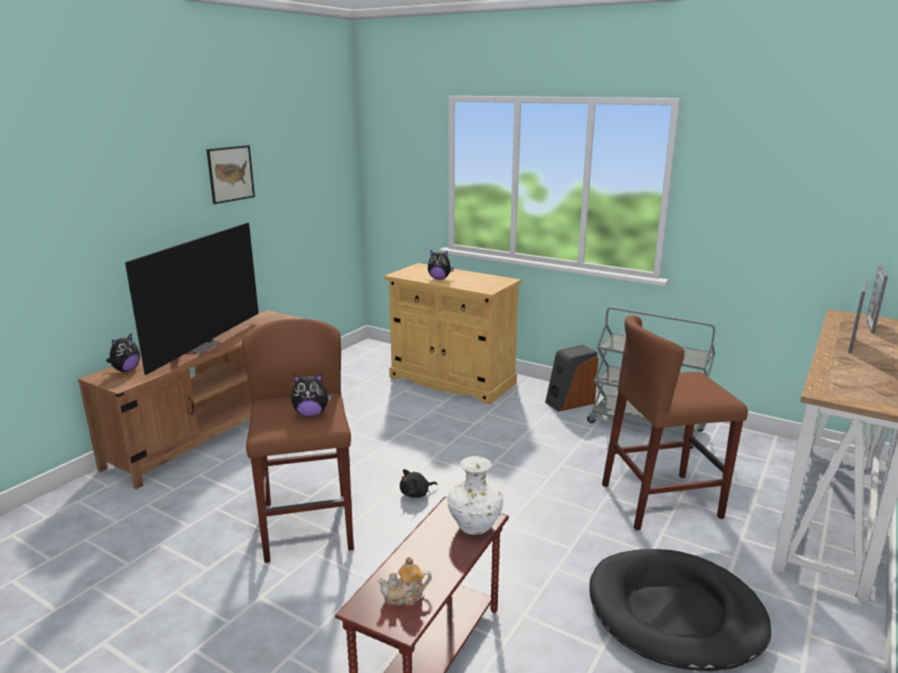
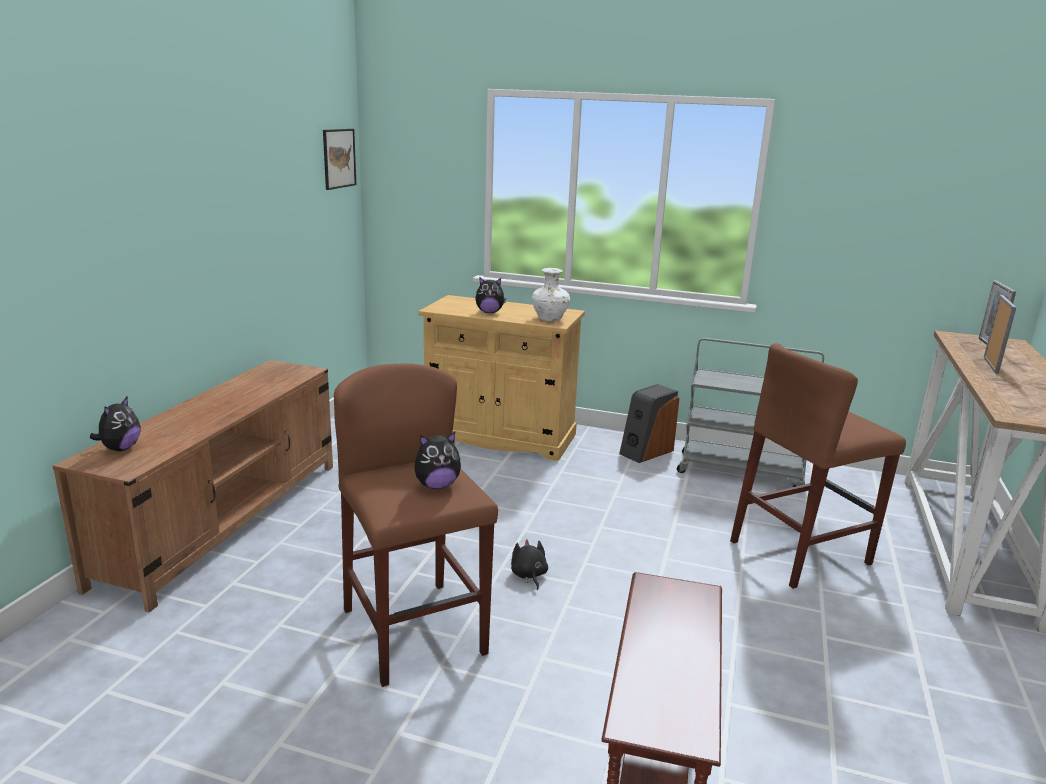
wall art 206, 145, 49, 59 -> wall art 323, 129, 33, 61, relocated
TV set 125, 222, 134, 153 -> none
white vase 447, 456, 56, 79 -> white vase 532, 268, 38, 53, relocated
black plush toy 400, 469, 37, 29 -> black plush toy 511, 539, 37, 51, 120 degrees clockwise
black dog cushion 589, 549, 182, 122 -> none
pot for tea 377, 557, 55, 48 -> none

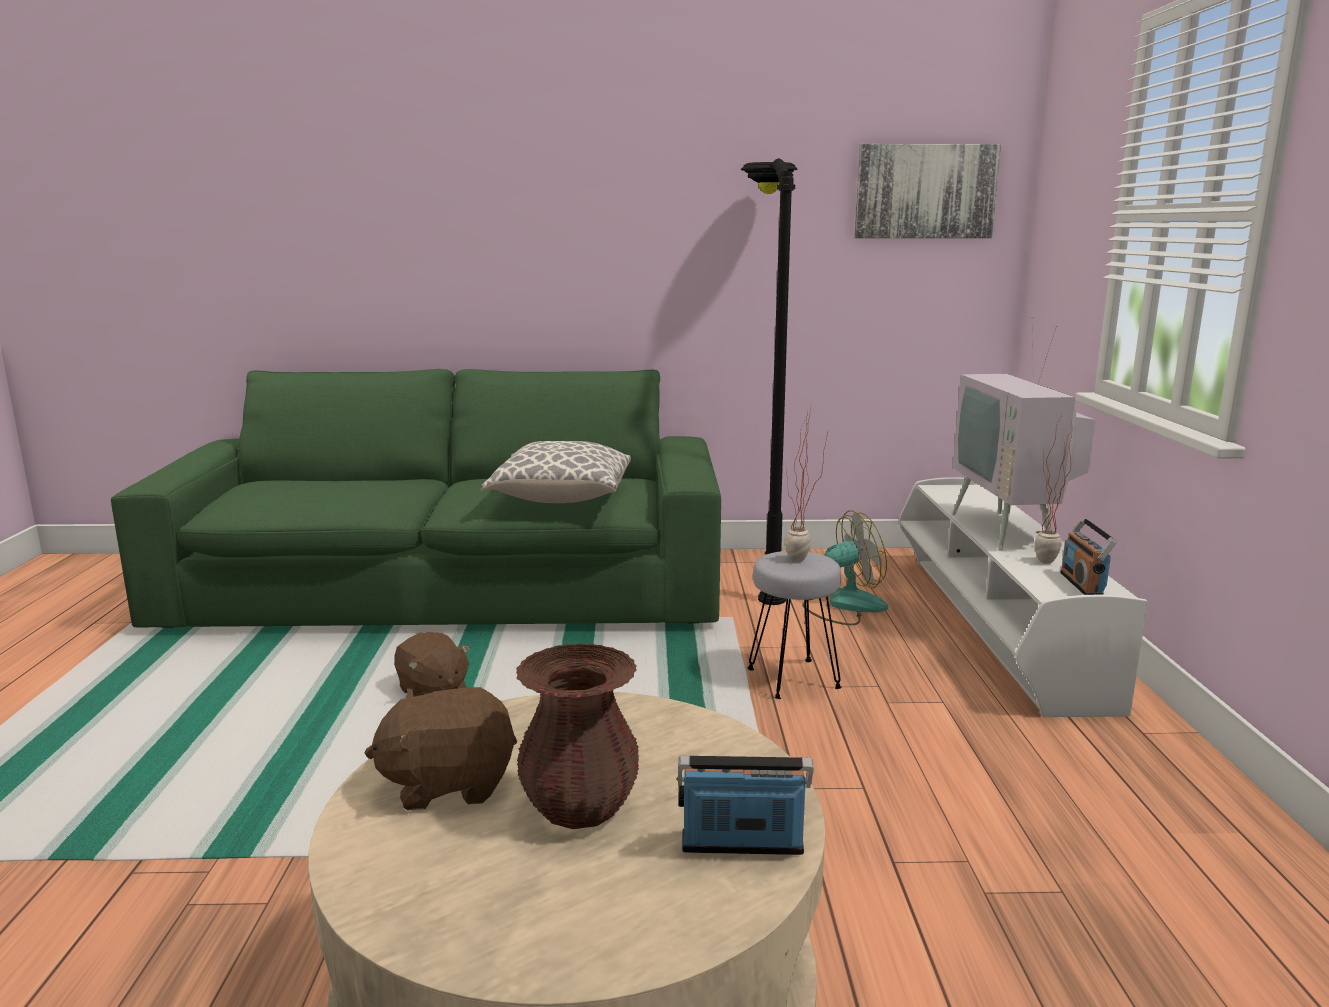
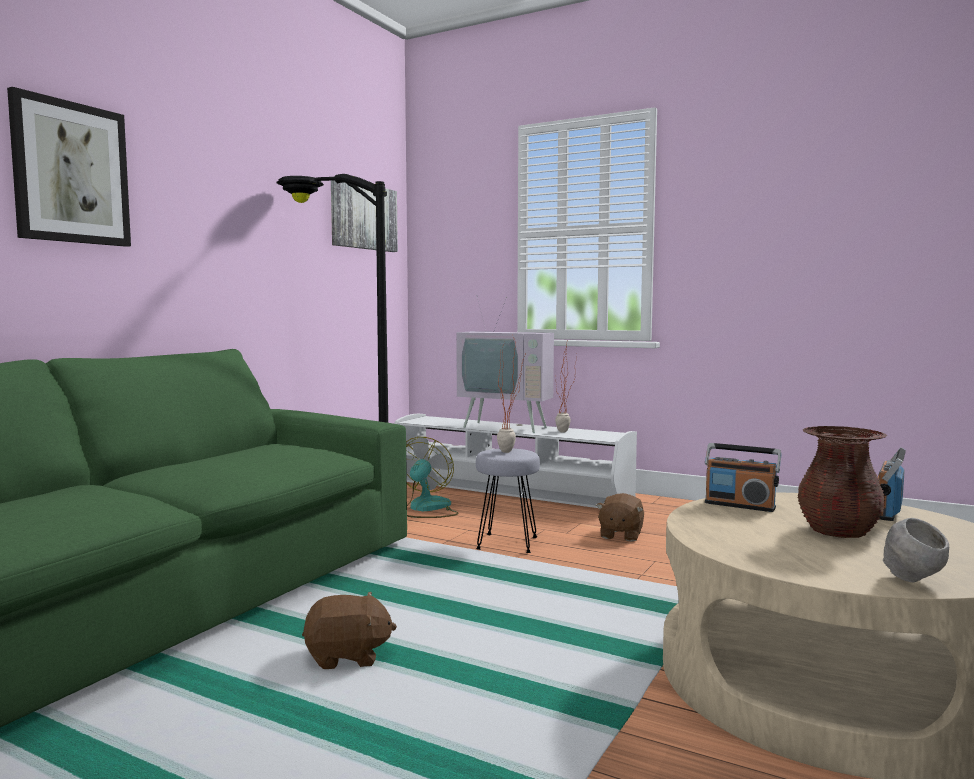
pillow 481, 441, 150, 62 -> none
radio receiver 1060, 517, 57, 78 -> radio receiver 705, 443, 77, 69, relocated
brown plush toy 365, 687, 152, 124 -> brown plush toy 596, 493, 48, 49, relocated
none -> wall art 7, 87, 124, 160
none -> grey serving bowl 883, 518, 66, 64

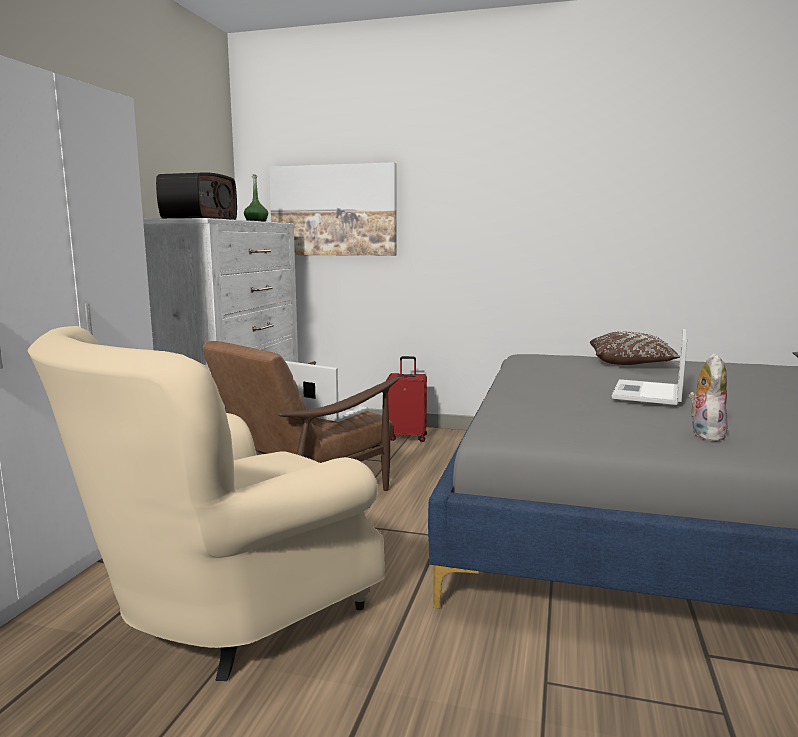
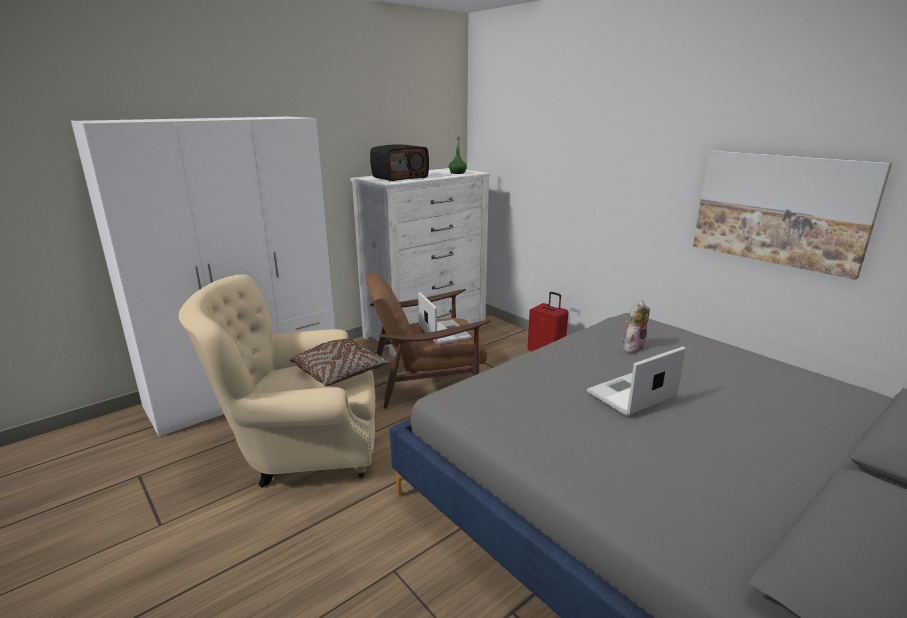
wall art 269, 162, 128, 94 -> wall art 693, 150, 199, 130, relocated
brown pillow 590, 331, 90, 34 -> brown pillow 290, 338, 100, 48, relocated
plush toy 688, 353, 40, 88 -> plush toy 623, 301, 27, 52, relocated

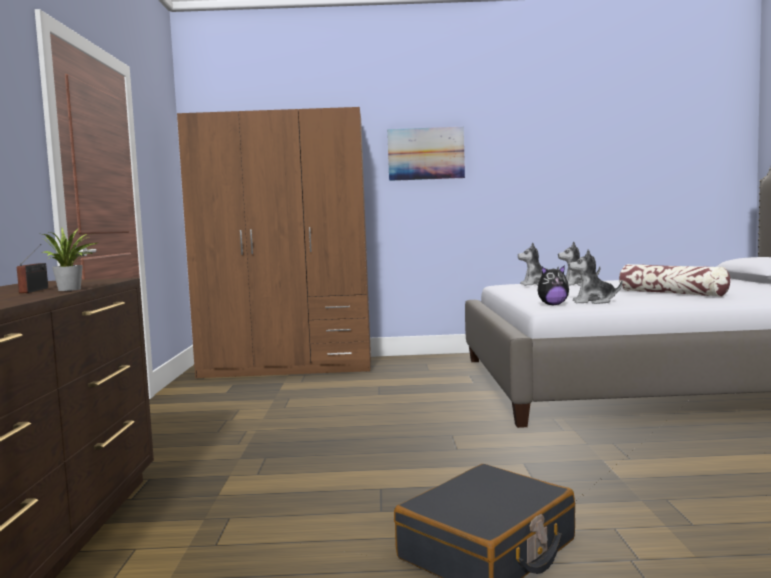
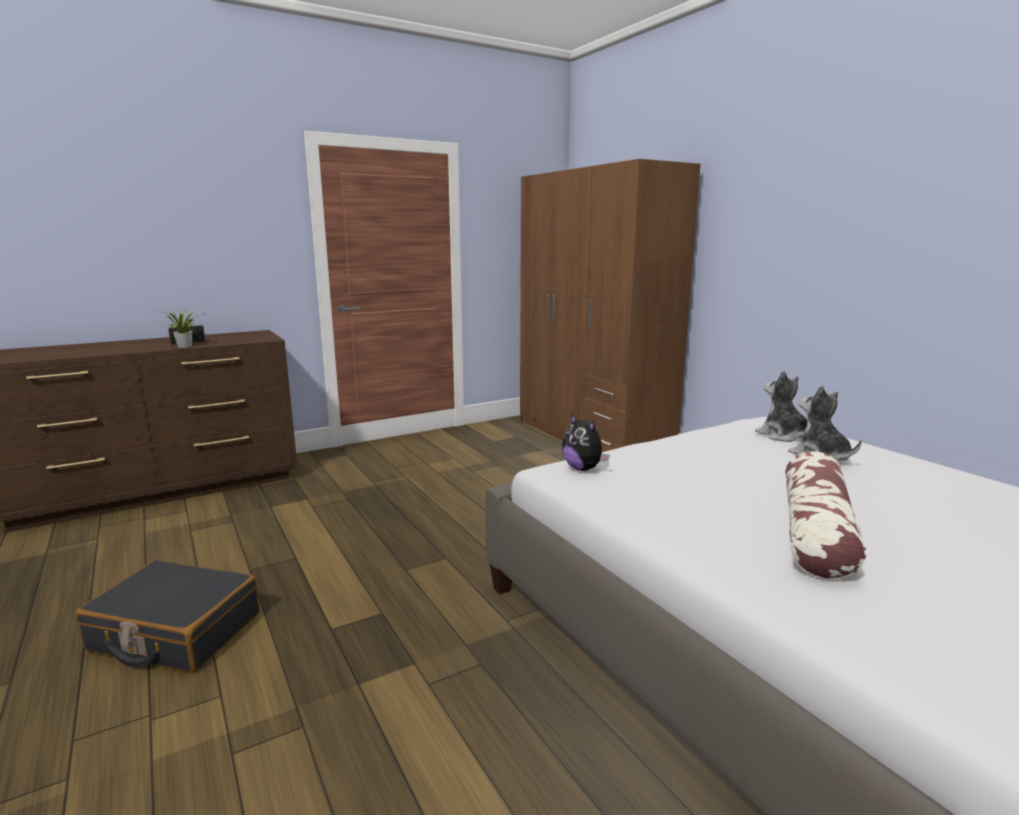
wall art 387, 127, 78, 54 -> none
plush toy 569, 249, 54, 55 -> none

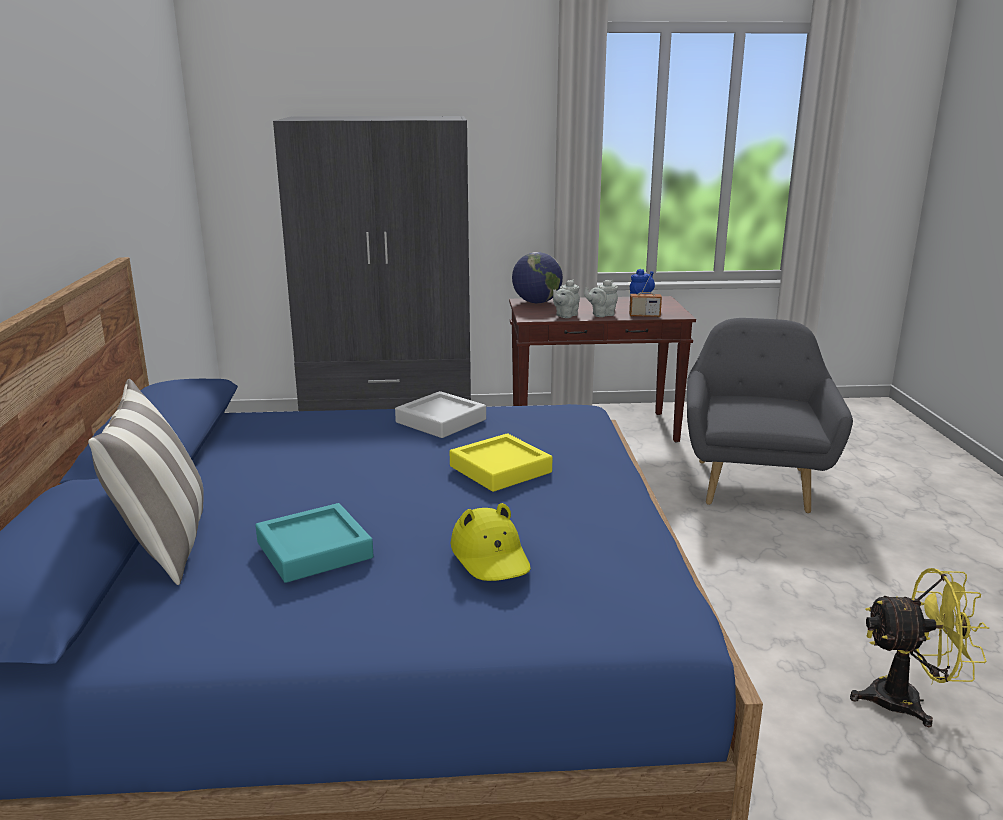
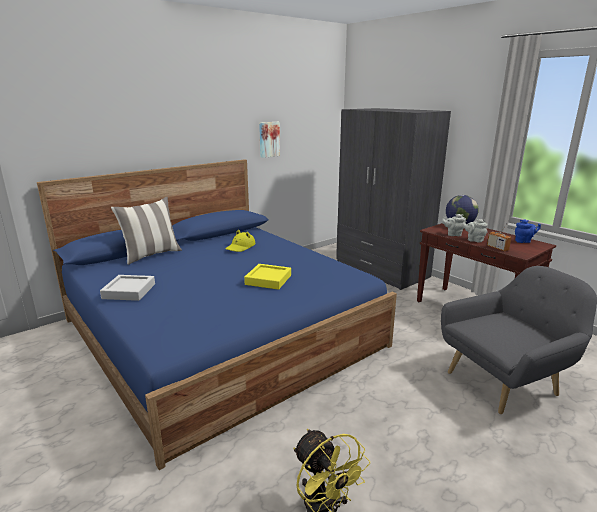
grey tray 395, 391, 91, 47 -> grey tray 100, 275, 55, 26, relocated
turquoise tray 255, 503, 118, 80 -> none
yellow hat 451, 503, 80, 78 -> yellow hat 225, 230, 30, 22, relocated
none -> wall art 259, 122, 21, 36

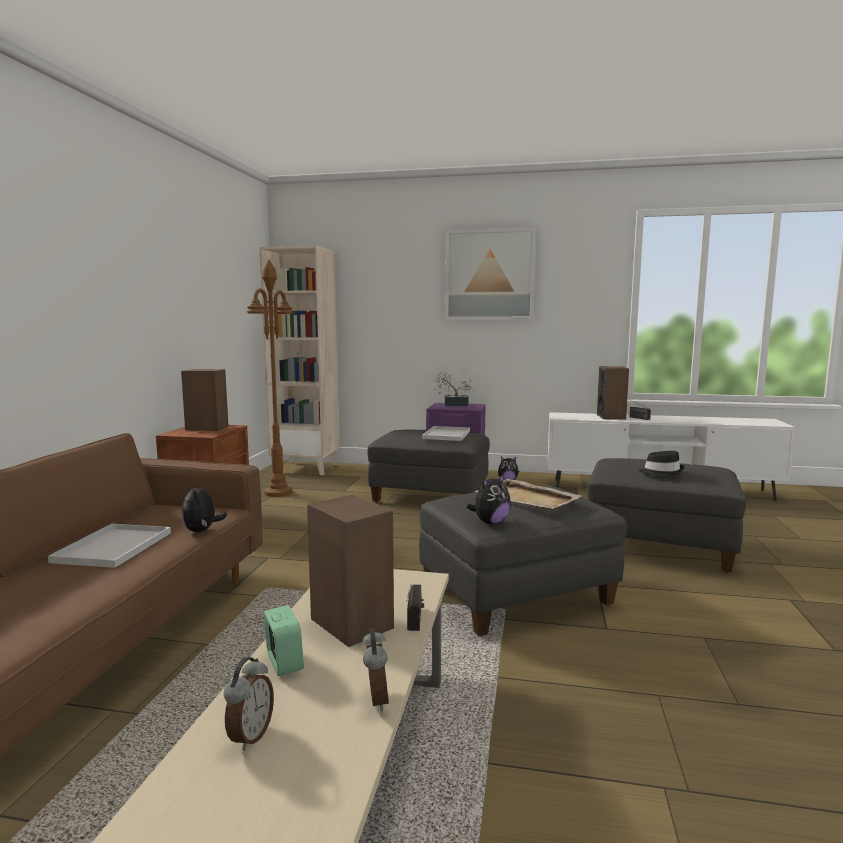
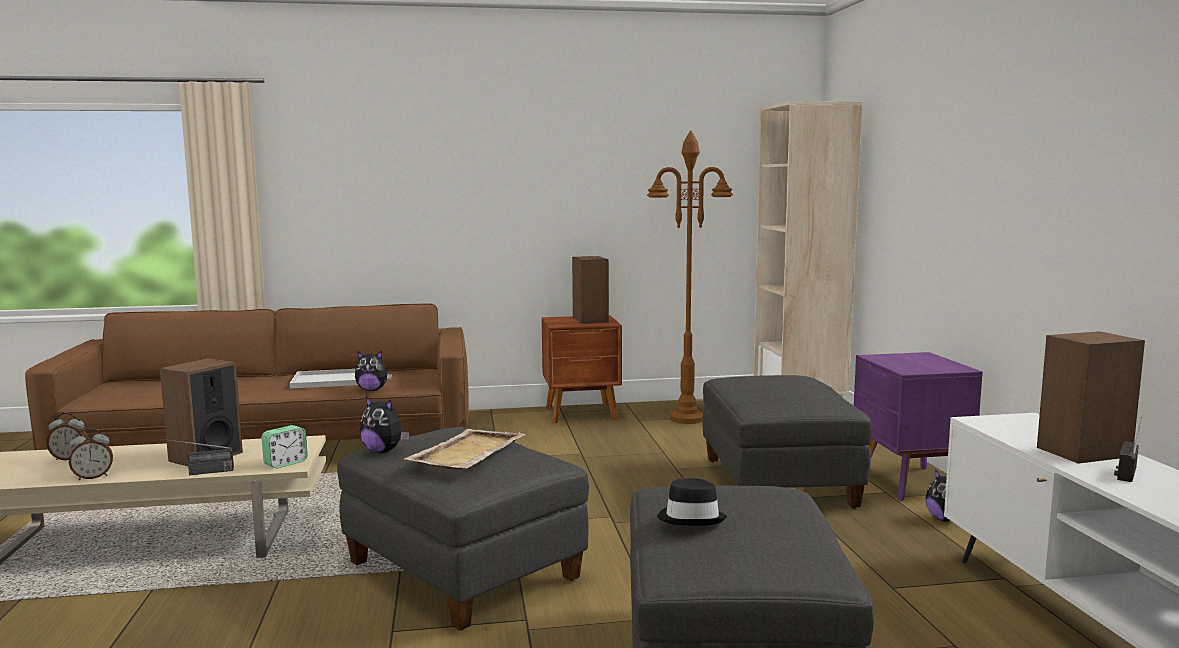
wall art 445, 227, 91, 93 -> none
potted plant 434, 371, 41, 35 -> none
white tray 422, 426, 48, 15 -> none
plush toy 182, 482, 45, 50 -> plush toy 355, 351, 37, 40, 150 degrees counterclockwise
bedside clock 264, 605, 40, 71 -> bedside clock 261, 425, 47, 43, relocated

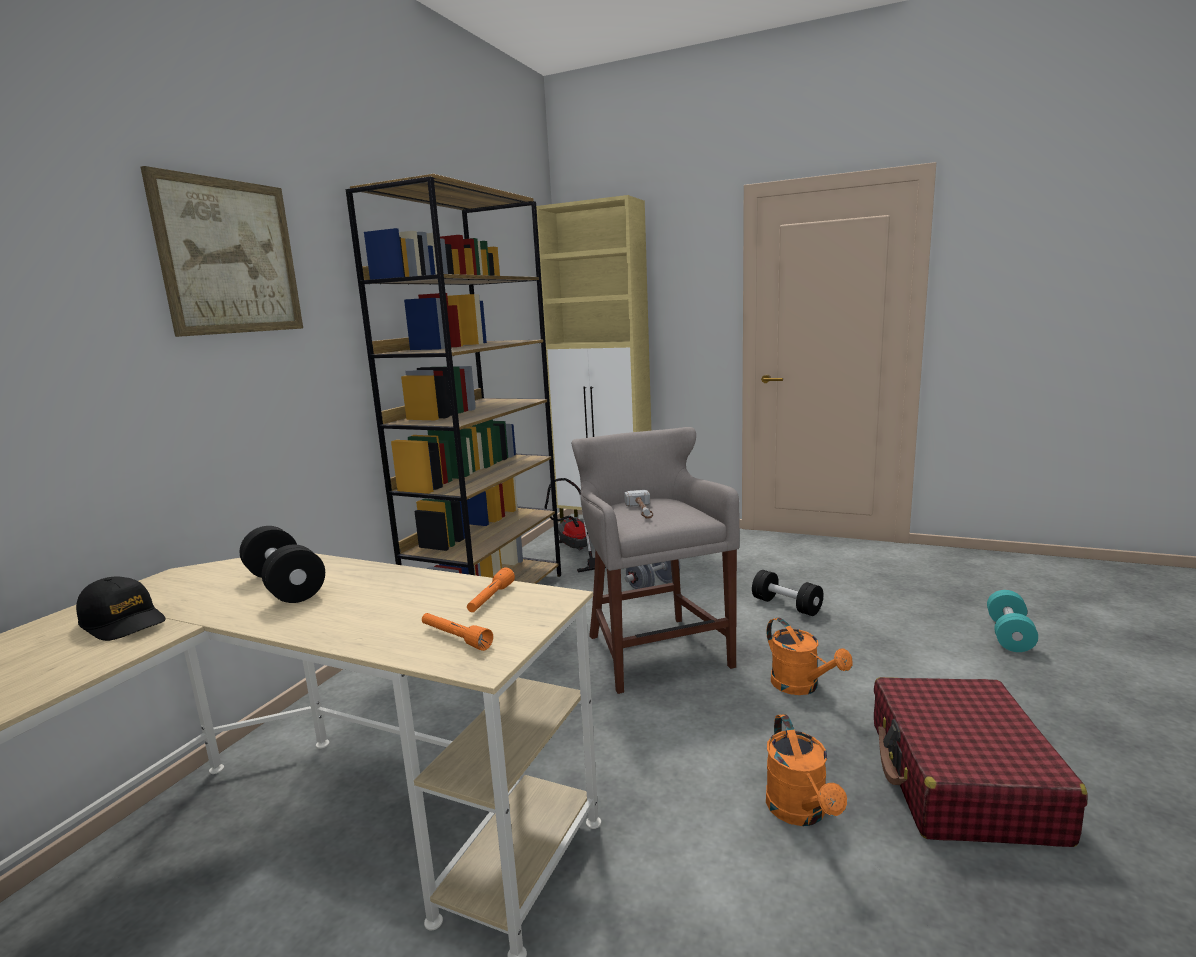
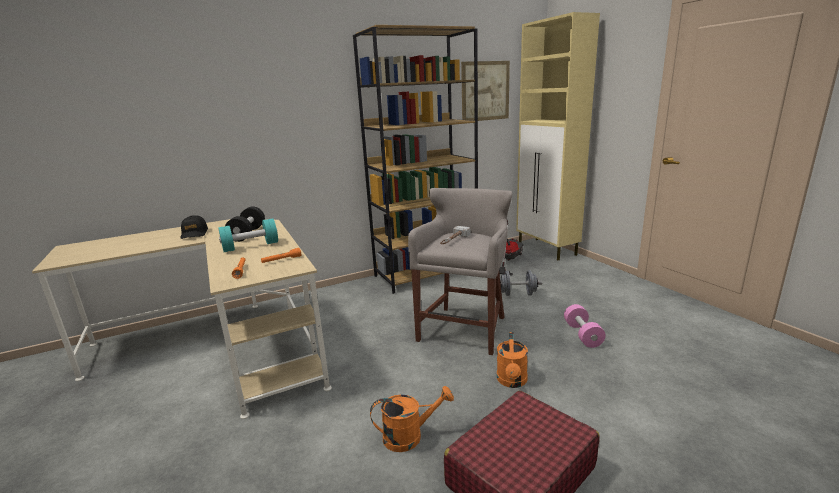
wall art 141, 166, 162, 171 -> wall art 461, 61, 49, 60, relocated
black free weight 752, 570, 71, 46 -> pink free weight 564, 304, 42, 44
turquoise free weight 987, 590, 51, 62 -> turquoise free weight 218, 219, 60, 33, relocated
orange-coloured watering can 766, 714, 81, 112 -> orange-coloured watering can 370, 386, 84, 66, 135 degrees counterclockwise

